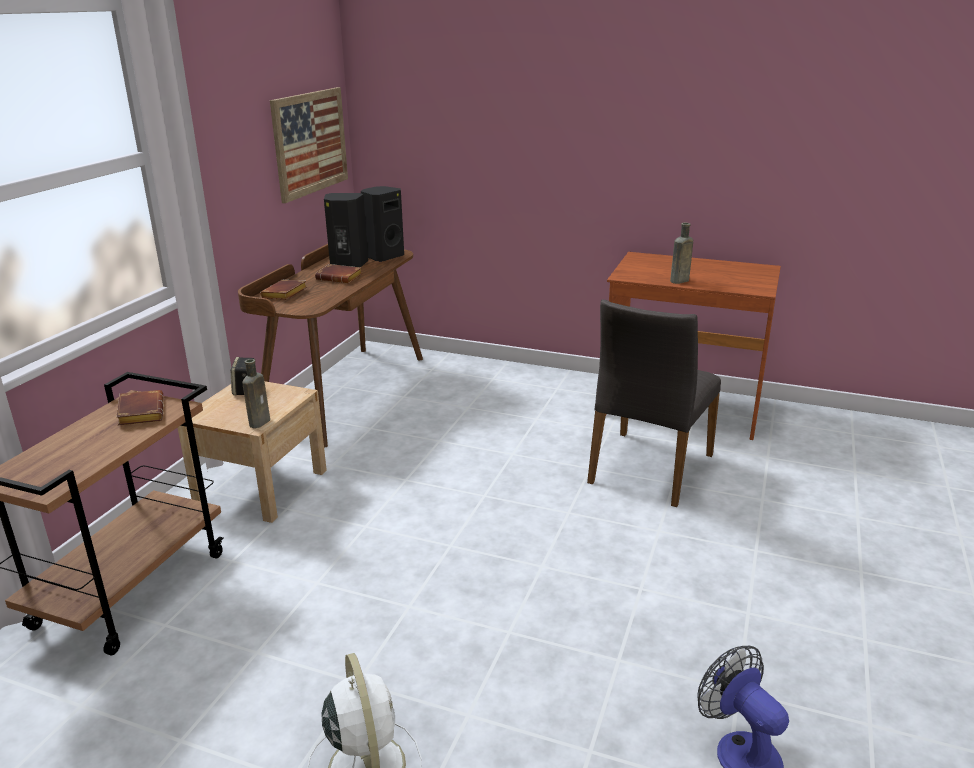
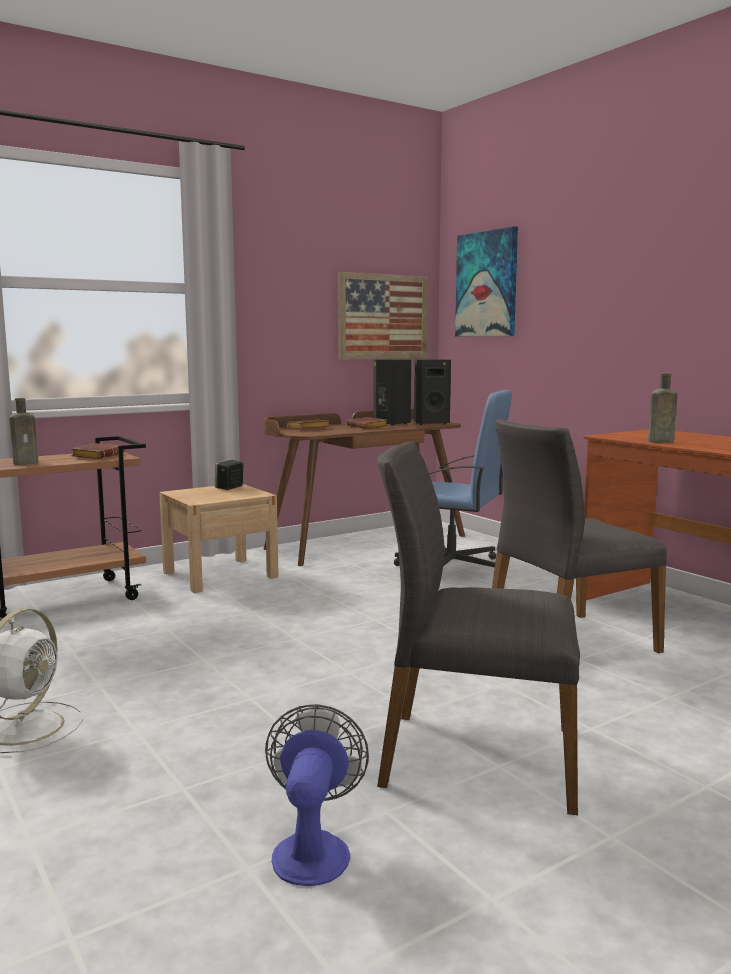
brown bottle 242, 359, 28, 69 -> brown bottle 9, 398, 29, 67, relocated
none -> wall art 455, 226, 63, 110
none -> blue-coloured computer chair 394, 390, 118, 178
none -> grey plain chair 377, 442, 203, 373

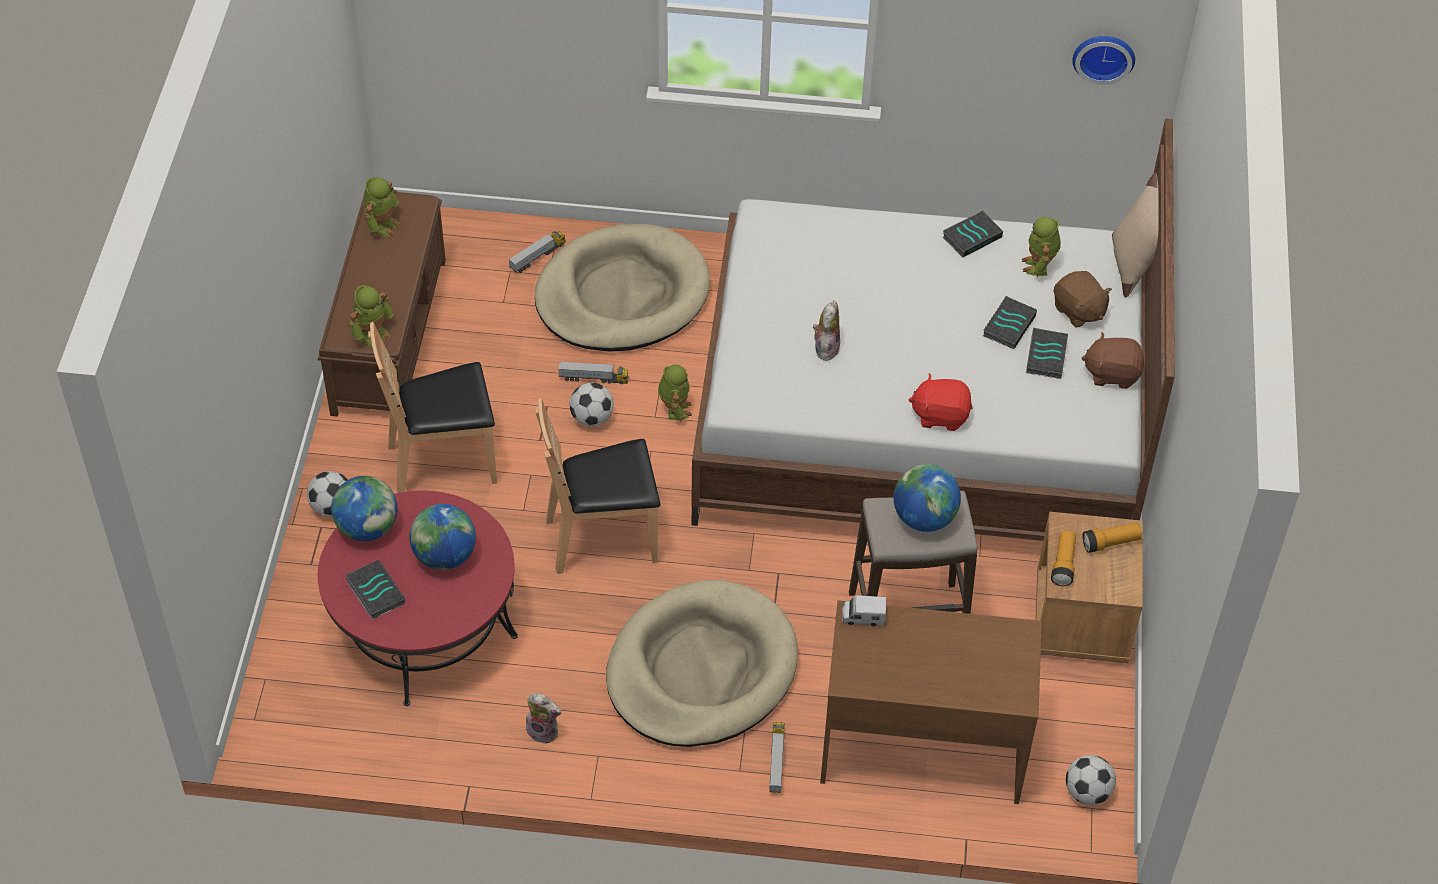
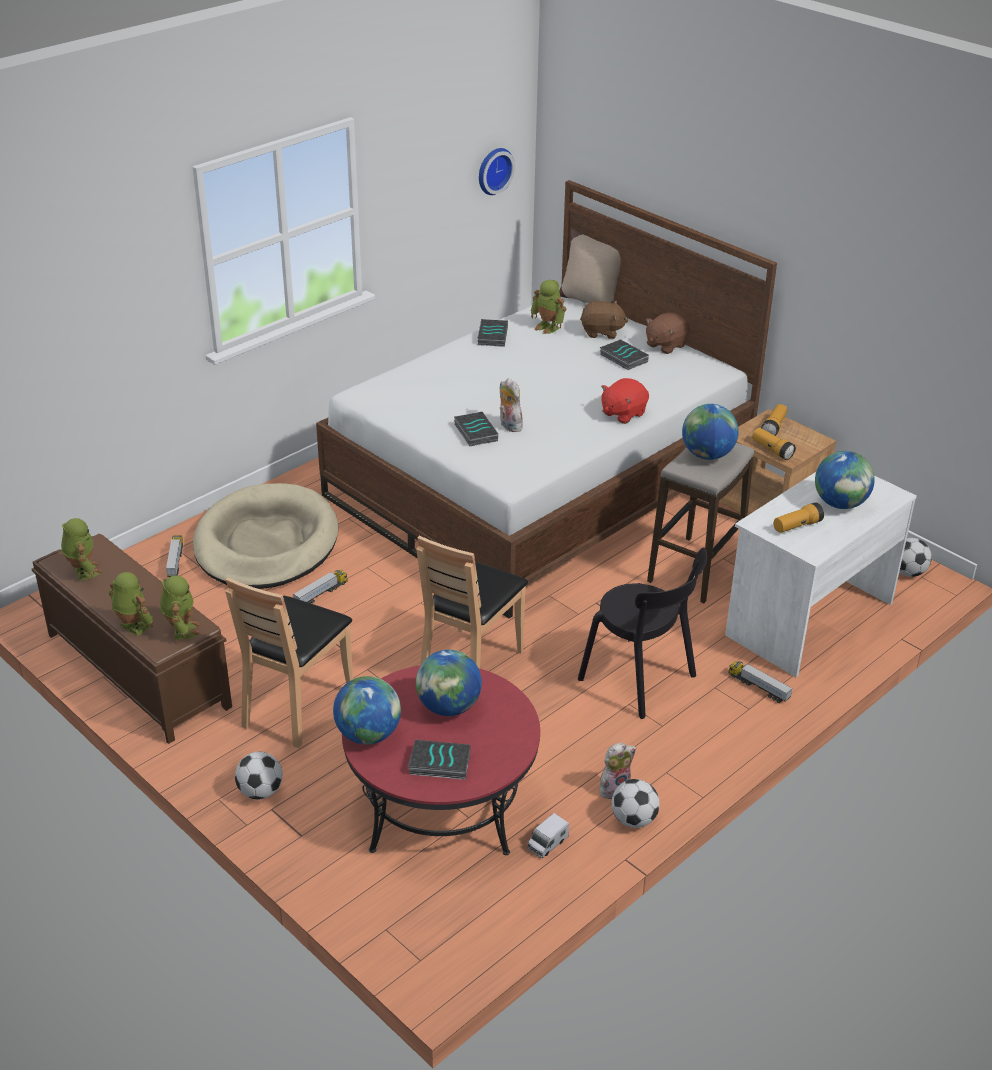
bound book 983, 296, 54, 53 -> bound book 454, 412, 44, 34, relocated
robot figure 658, 364, 34, 58 -> robot figure 109, 572, 44, 64, relocated
ball for football 570, 383, 44, 44 -> ball for football 612, 779, 48, 49, relocated
beige-coloured dog cushion 606, 580, 192, 167 -> black plain chair 578, 547, 129, 172
toy truck 842, 595, 44, 31 -> toy truck 527, 813, 42, 45, relocated
brown desk 820, 600, 222, 204 -> white desk 725, 472, 192, 205
none -> desk globe 815, 451, 60, 58
none -> flashlight 774, 502, 50, 31

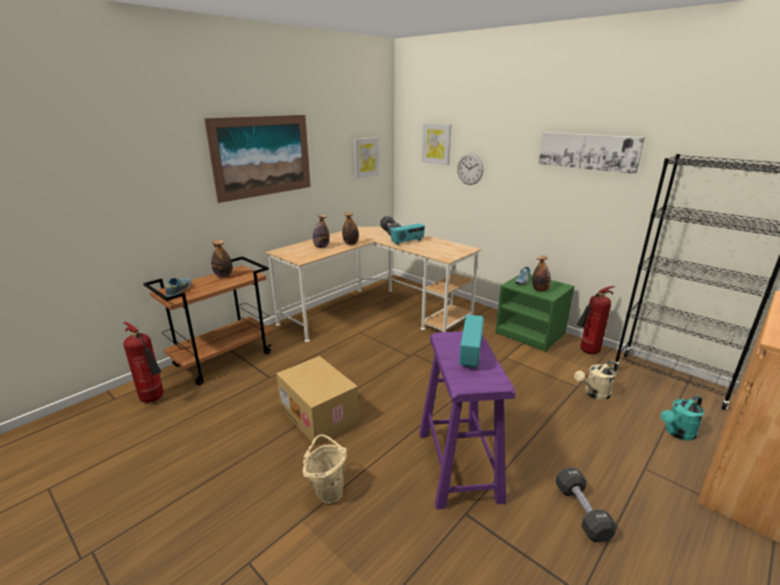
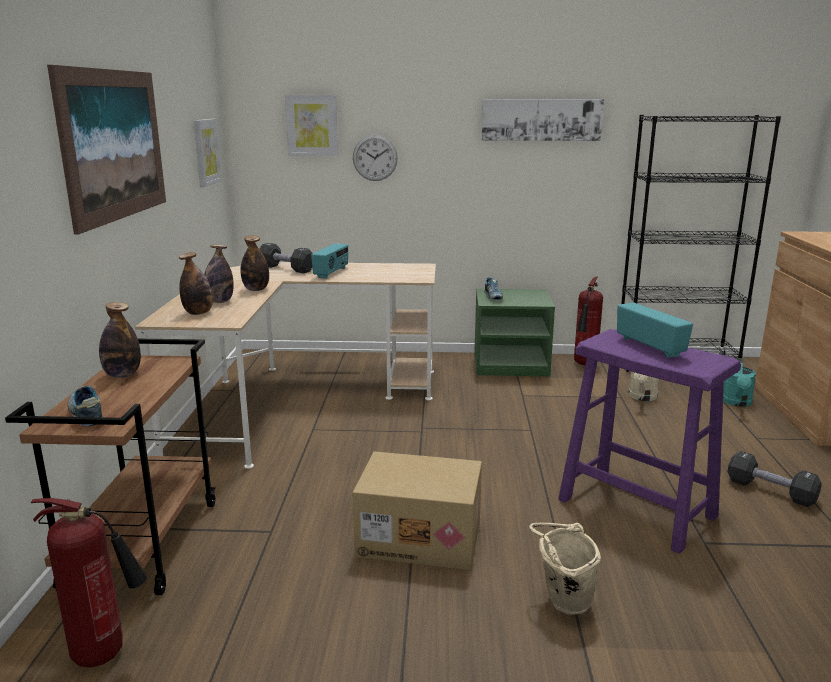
bottle 532, 256, 19, 35 -> bottle 179, 252, 34, 63, relocated

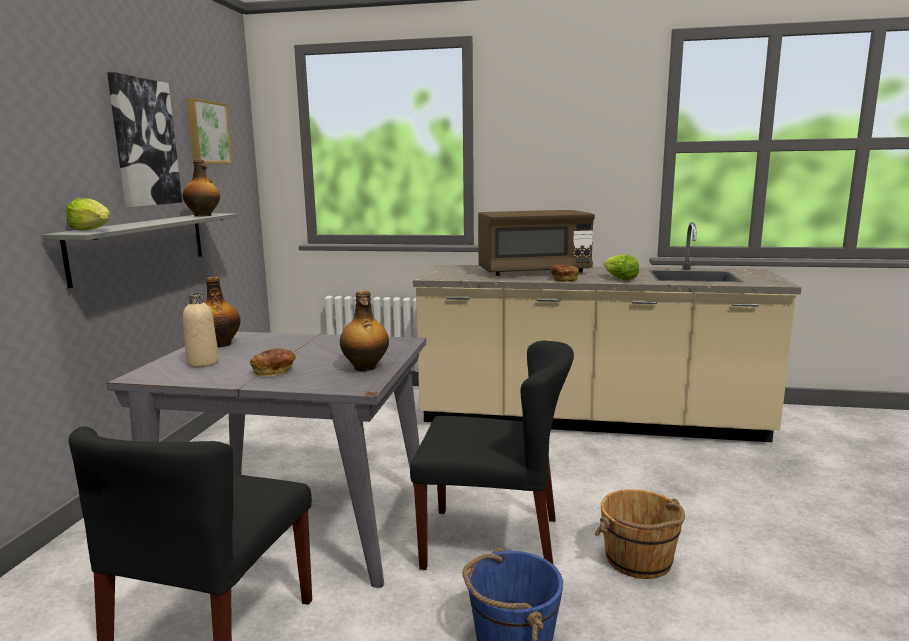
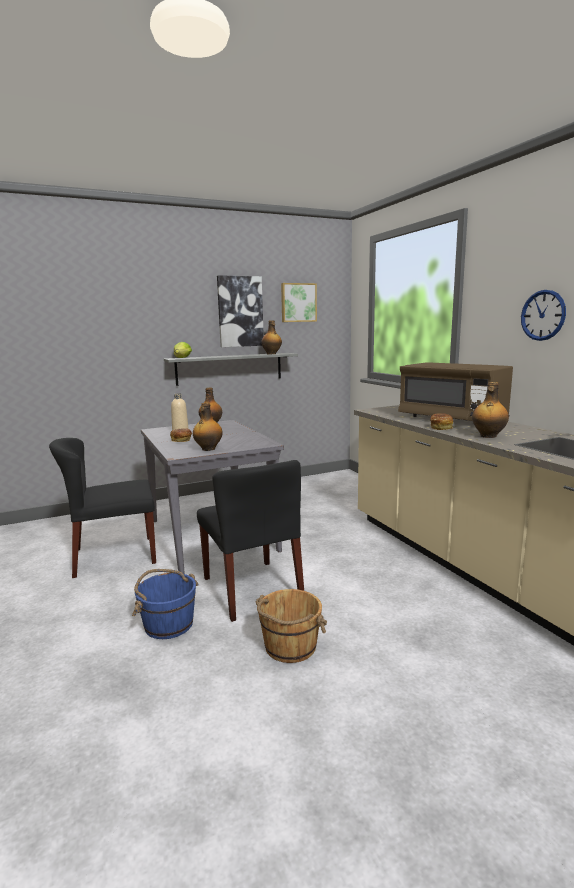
lettuce 603, 255, 36, 25 -> bottle 472, 382, 37, 56
none -> clock on the wall 521, 290, 45, 51

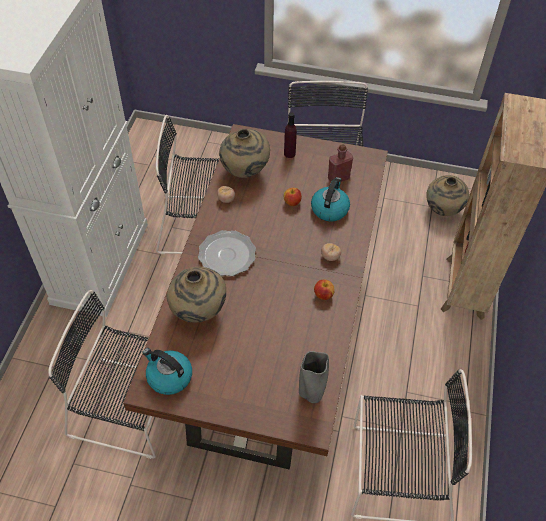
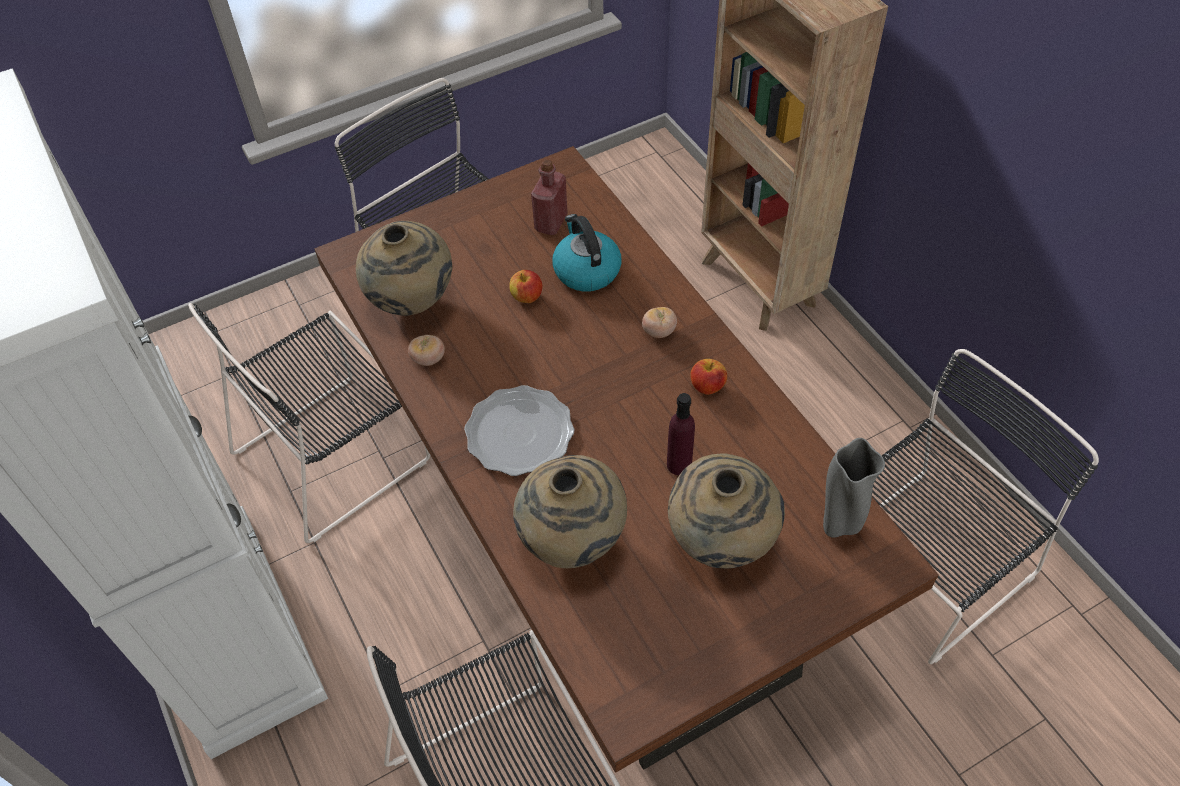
purplish bottle 284, 112, 13, 46 -> purplish bottle 667, 393, 28, 82, relocated
beige-coloured vase 426, 175, 43, 41 -> beige-coloured vase 668, 453, 117, 115, relocated
water kettle 142, 348, 50, 47 -> none

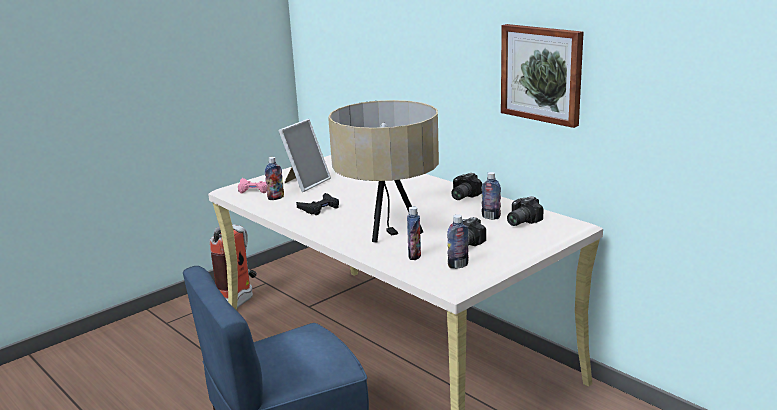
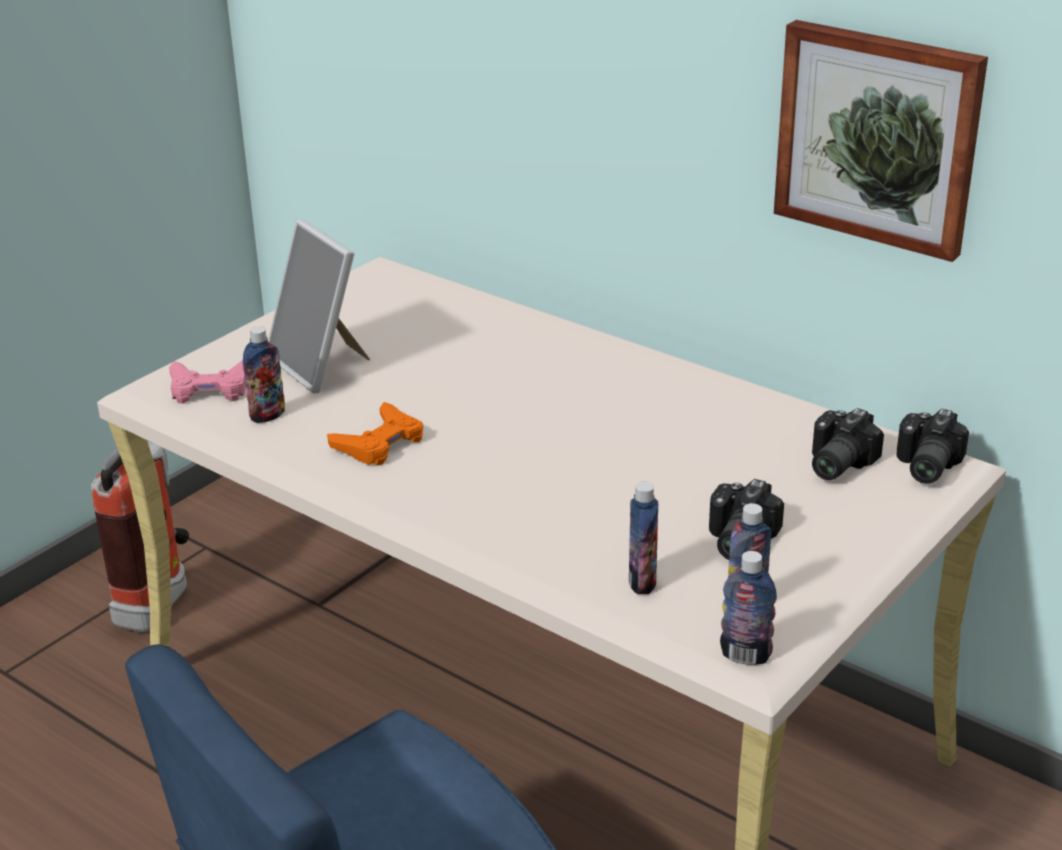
beige-coloured table lamp 328, 100, 111, 143 -> none
standing frame 278, 119, 53, 73 -> standing frame 268, 220, 102, 173, 120 degrees clockwise
bottle 482, 172, 19, 47 -> bottle 720, 551, 57, 114, relocated
photo camera 451, 173, 31, 27 -> photo camera 896, 409, 73, 75, relocated
black gamepad 296, 193, 43, 22 -> orange-coloured gamepad 327, 402, 96, 64

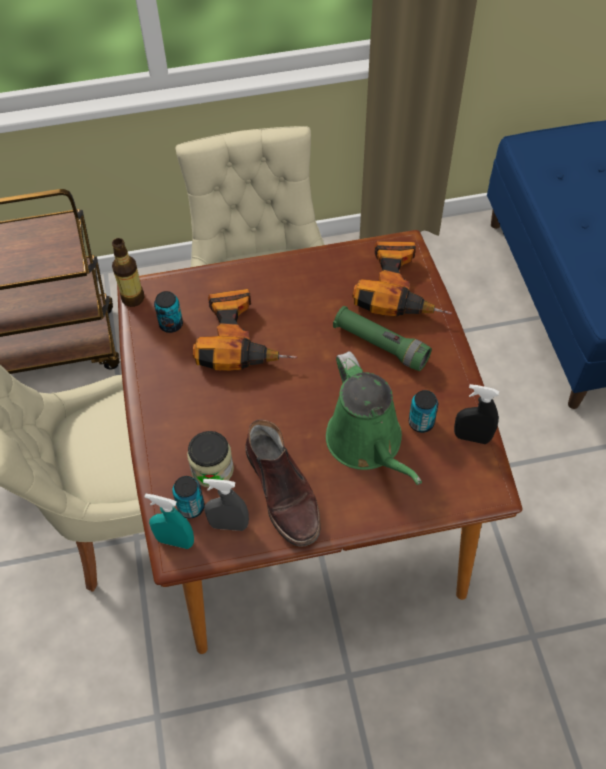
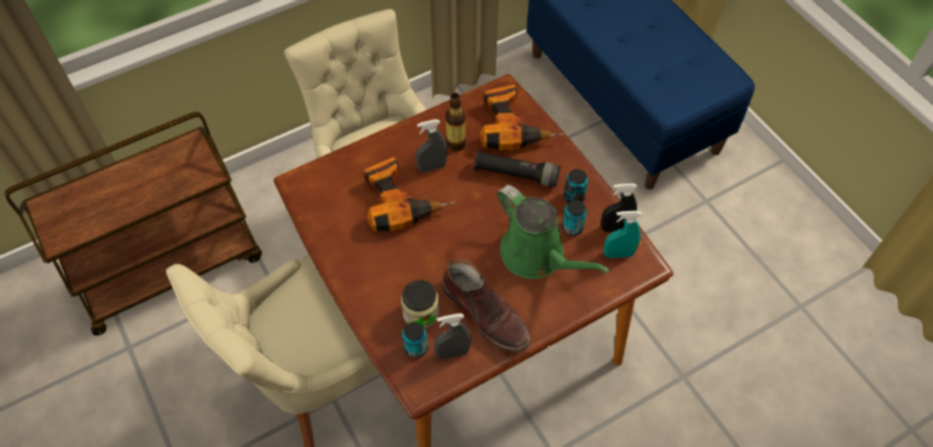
bottle 112, 238, 33, 69 -> bottle 445, 93, 21, 58, relocated
sealed can 154, 291, 29, 42 -> sealed can 564, 169, 24, 34, relocated
green-coloured flashlight 333, 306, 99, 65 -> black flashlight 474, 150, 87, 37
turquoise hand sprayer 145, 494, 49, 55 -> turquoise hand sprayer 604, 211, 37, 47, relocated
none -> grey hand sprayer 416, 119, 31, 53

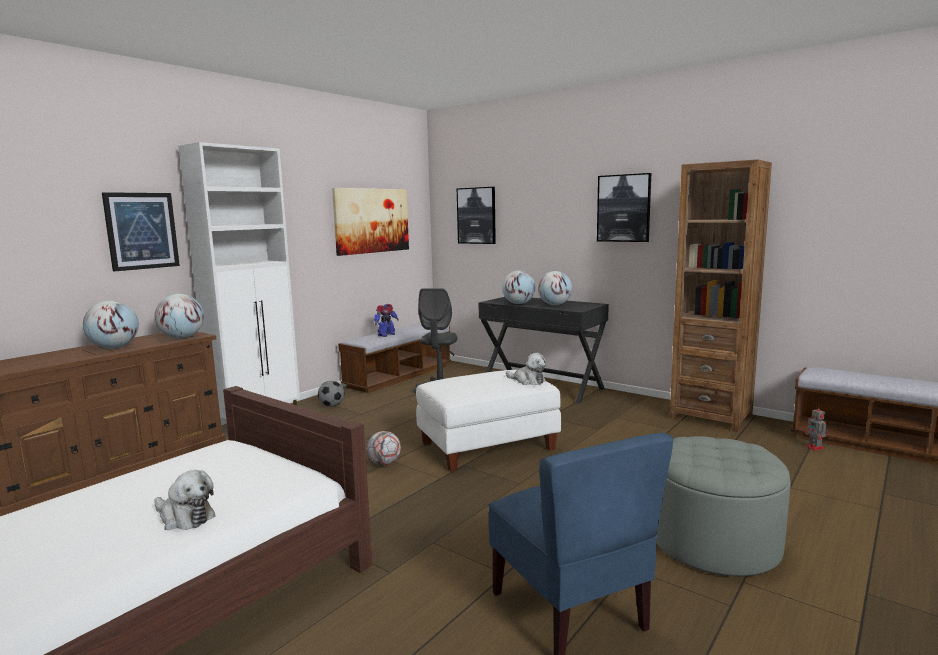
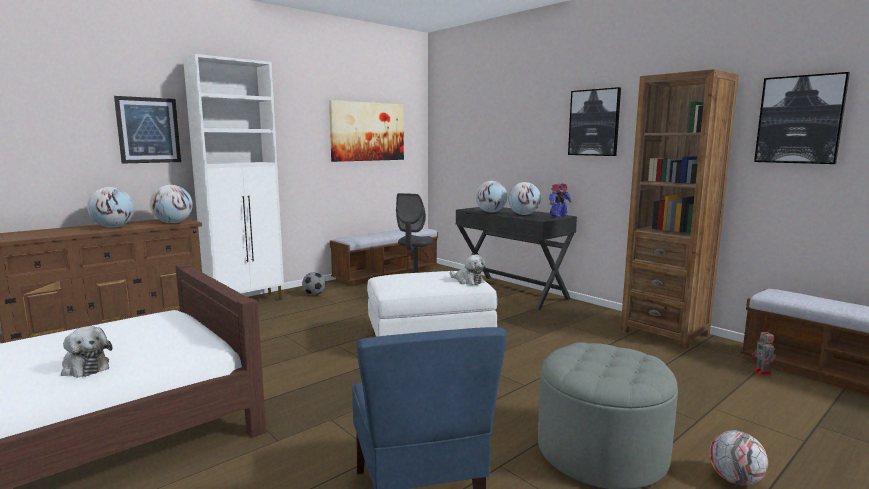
wall art 457, 187, 39, 57 -> wall art 754, 72, 96, 92, relocated
robot figure 374, 304, 25, 33 -> robot figure 549, 184, 22, 34, relocated
ball for football 367, 431, 34, 35 -> ball for football 709, 430, 59, 55, relocated

